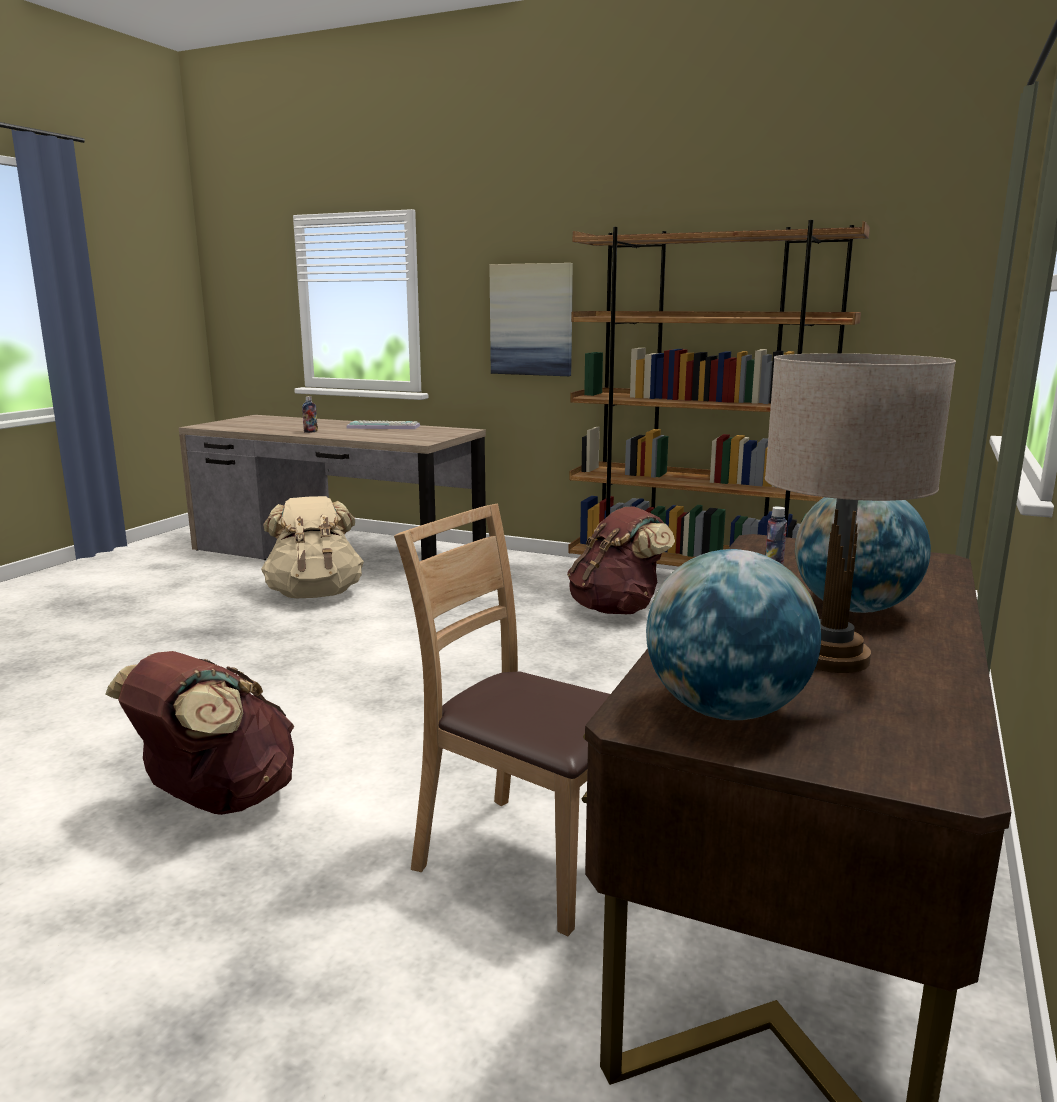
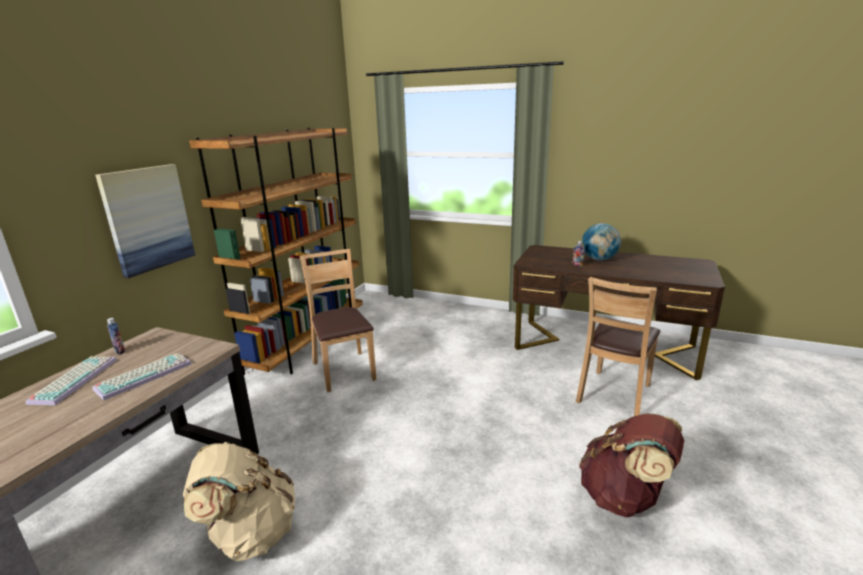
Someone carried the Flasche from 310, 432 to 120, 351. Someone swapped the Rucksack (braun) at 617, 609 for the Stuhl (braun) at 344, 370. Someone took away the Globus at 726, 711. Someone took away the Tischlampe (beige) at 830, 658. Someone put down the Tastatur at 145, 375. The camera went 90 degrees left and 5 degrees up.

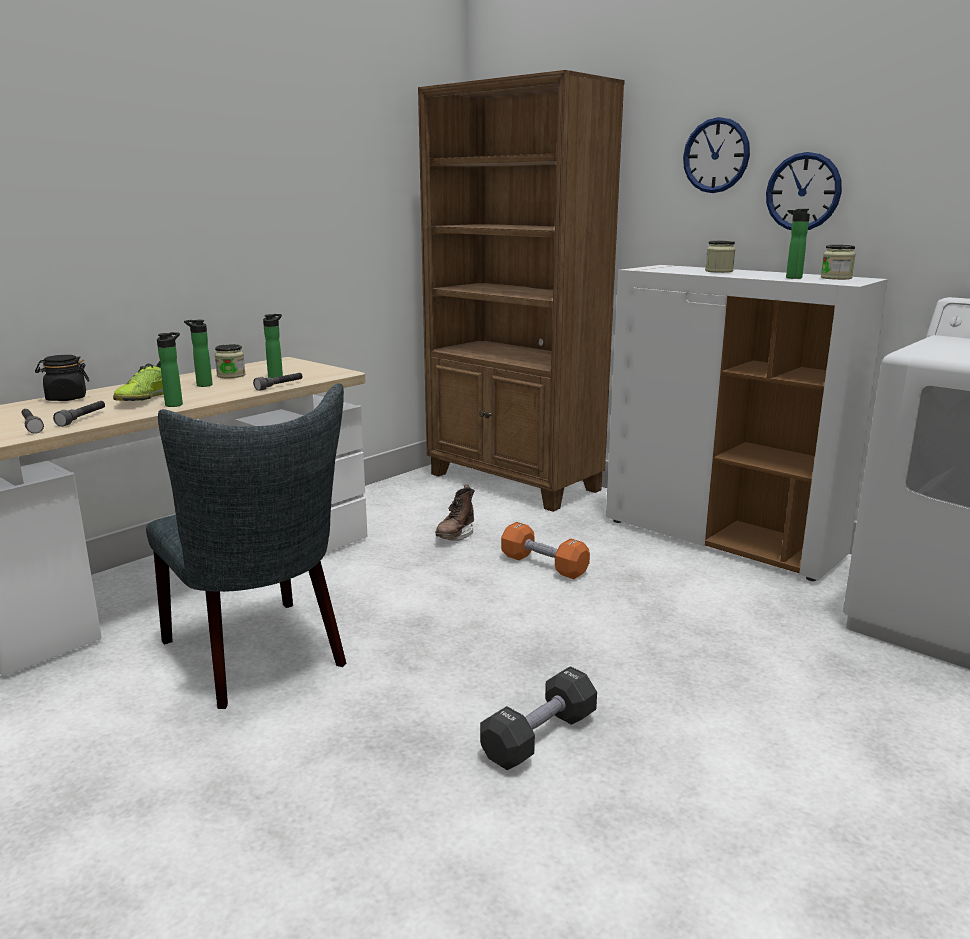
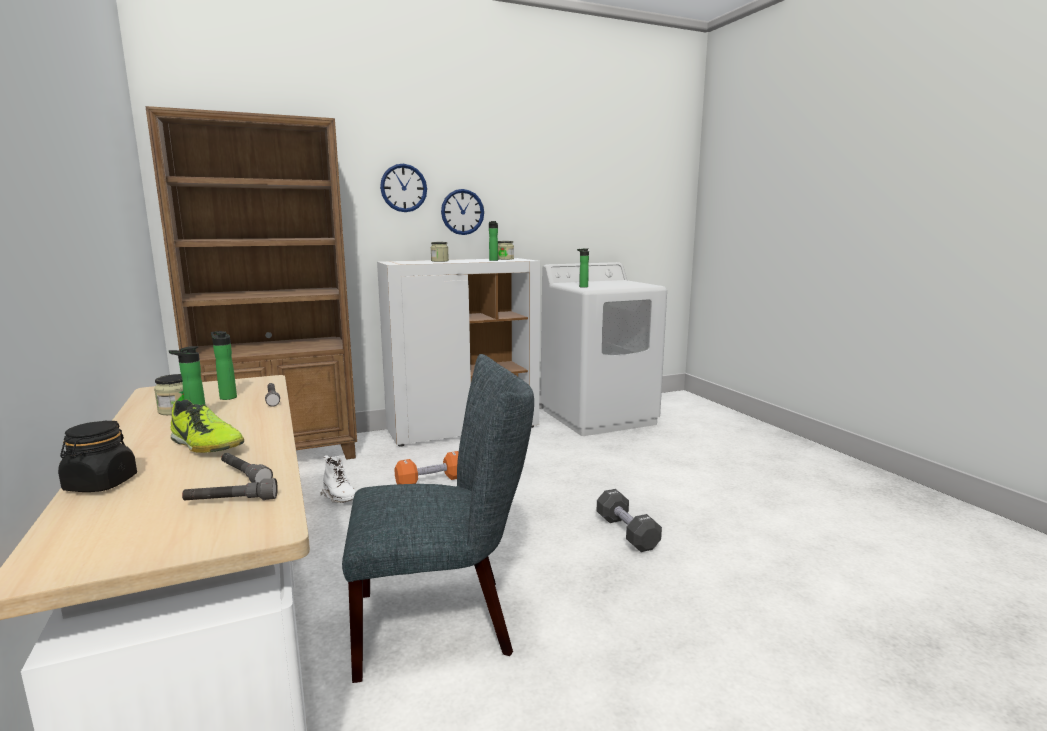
Someone carried the Flasche from 176, 404 to 582, 287. Someone repainted the Stiefel (braun) at 455, 535, which became the Stiefel (weiß) at 340, 498. The camera went 65 degrees left and 5 degrees down.

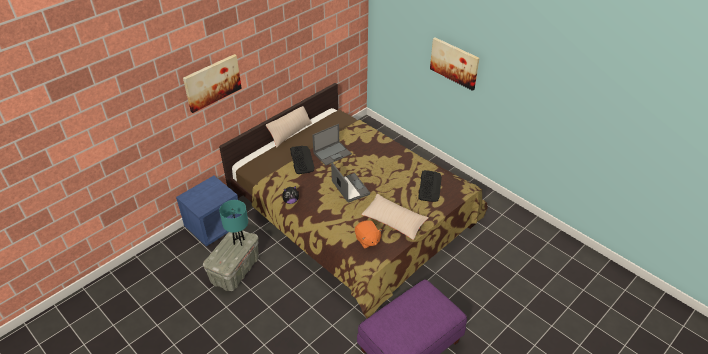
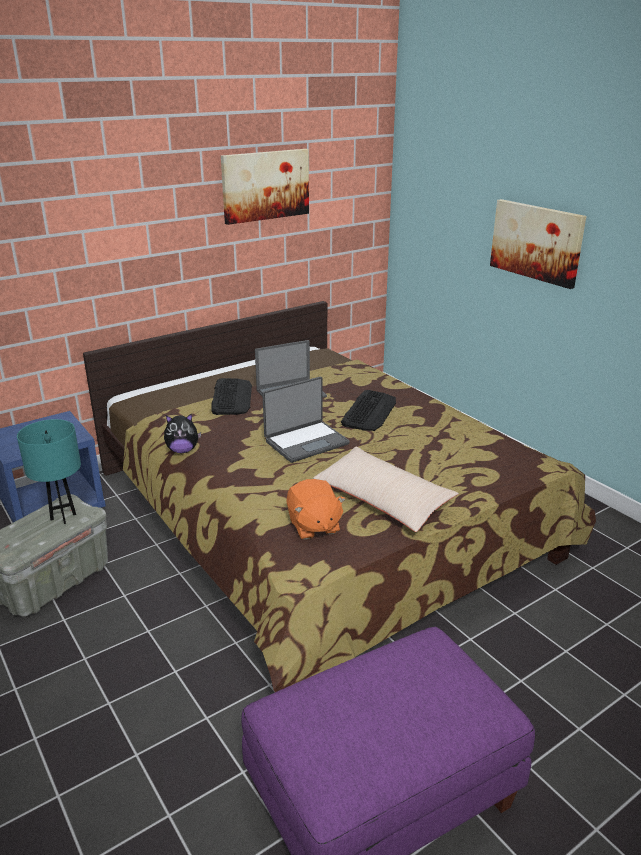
Someone carried the Bild from 212, 82 to 265, 185. Someone took away the Kissen (beige) at 290, 133. Someone rotated the Laptop at 350, 188 by 75 degrees clockwise. Someone carried the Tastatur from 429, 186 to 369, 411. The camera went 10 degrees right and 15 degrees down.

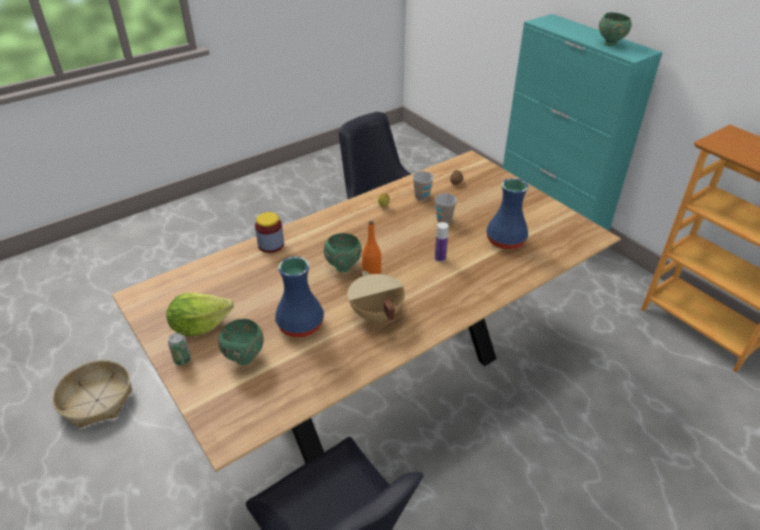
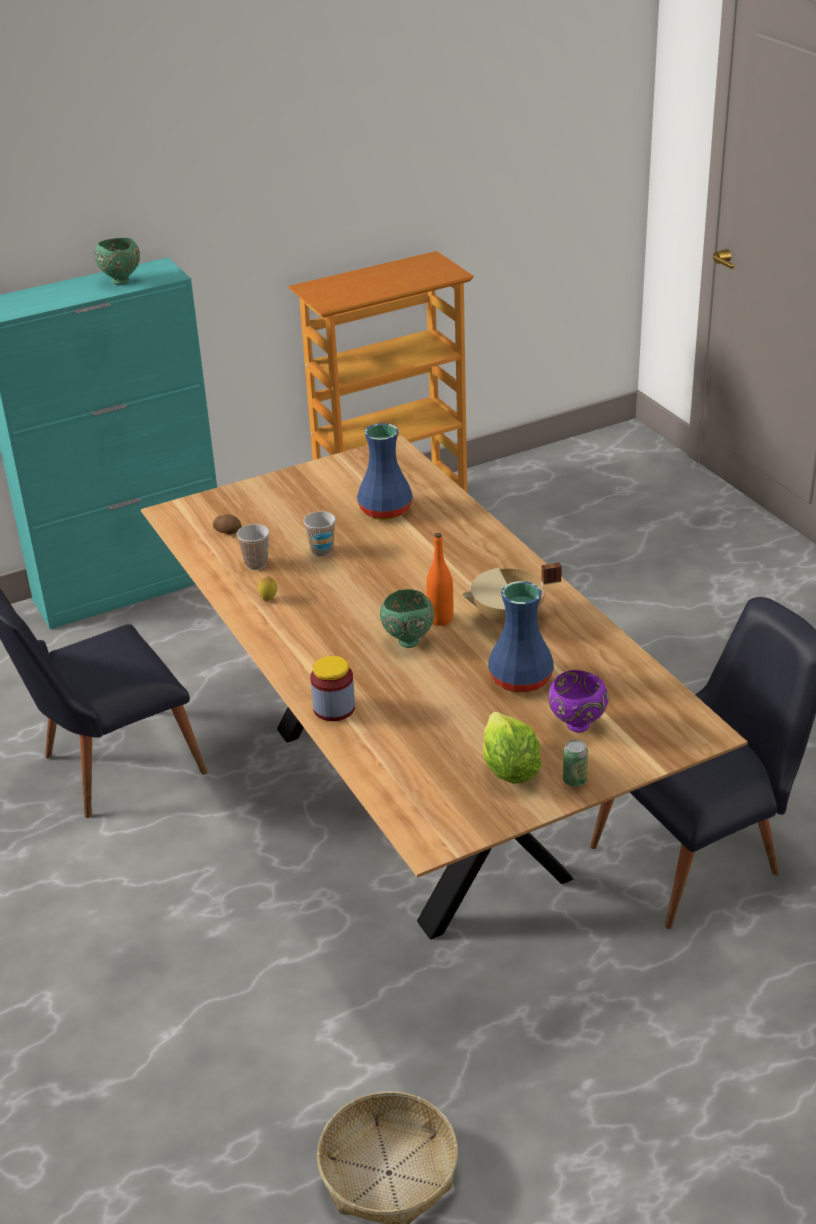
Someone repainted the Schüssel (grün) at 245, 358, which became the Schüssel (lila) at 576, 725. Someone took away the Flasche at 440, 258. The camera went 80 degrees left and 5 degrees down.

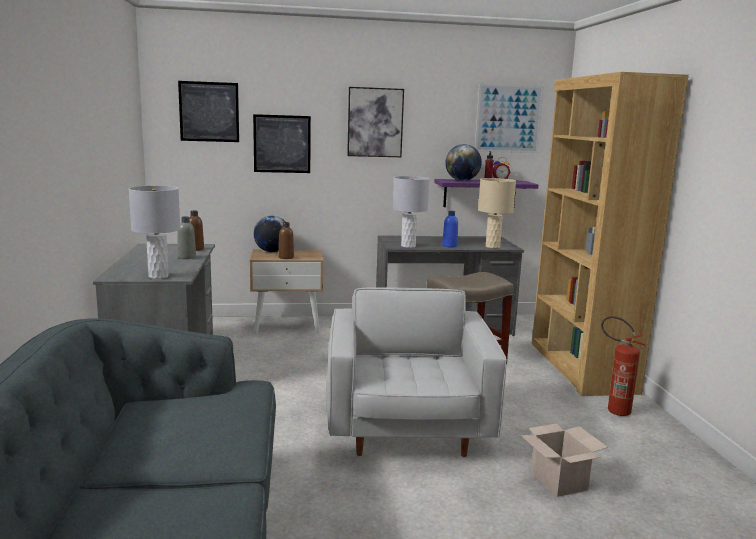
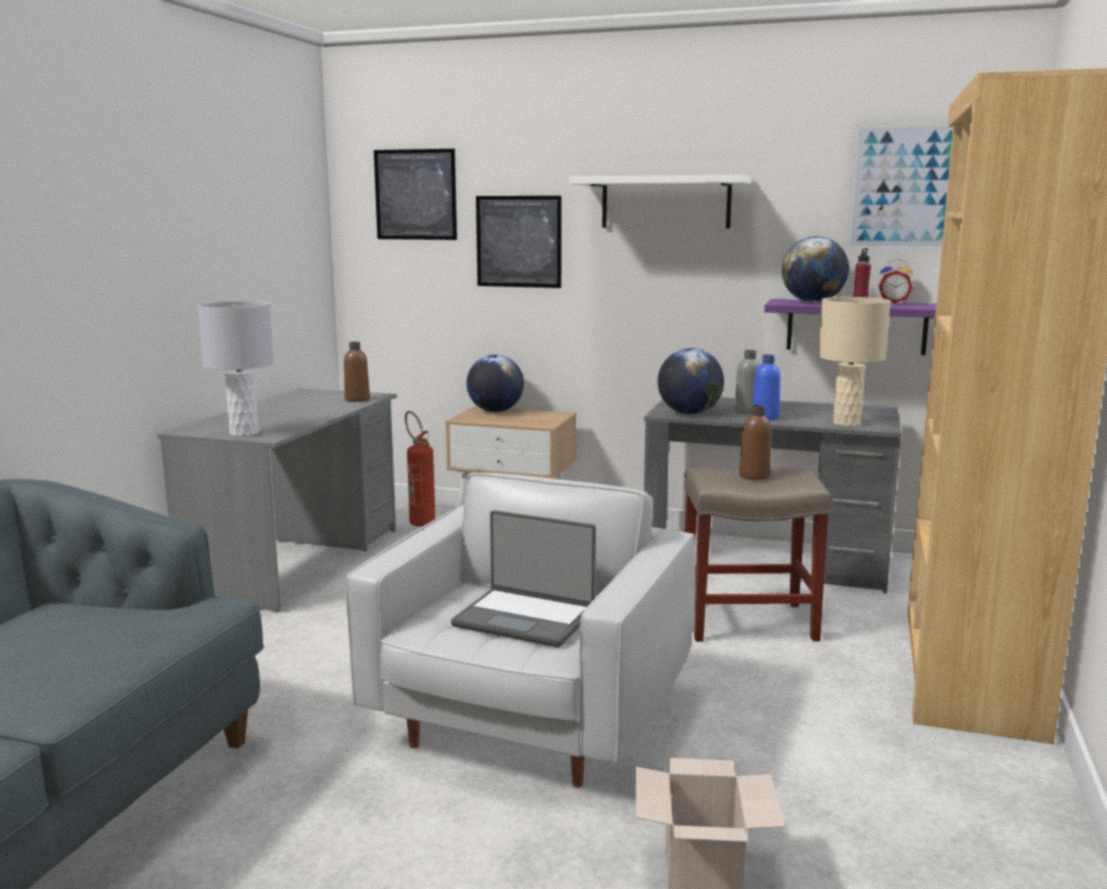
Someone carried the Flasche (grau) from 187, 257 to 747, 411. Someone carried the Flasche (braun) from 286, 257 to 754, 476. Someone swapped the Bild at 375, 122 for the Wandregal (weiß) at 665, 202. Someone swapped the Tischlampe (grau) at 408, 246 for the Globus at 689, 413. Someone carried the Feuerlöscher from 613, 410 to 419, 521. Someone put down the Laptop at 525, 618. The camera went 25 degrees right and 0 degrees up.

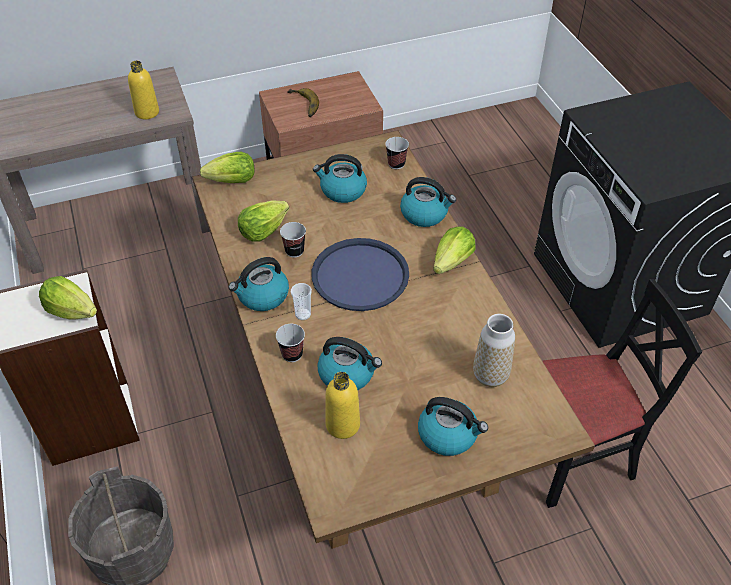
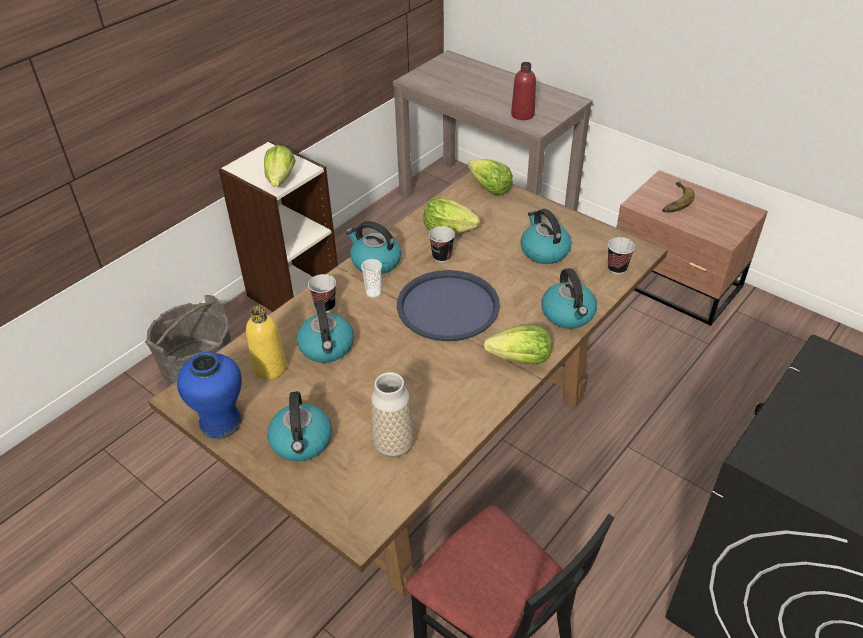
Someone repainted the Flasche (gelb) at 147, 112, which became the Flasche (rot) at 522, 115. Someone put down the Vase (blau) at 221, 422. The camera went 60 degrees right and 5 degrees down.

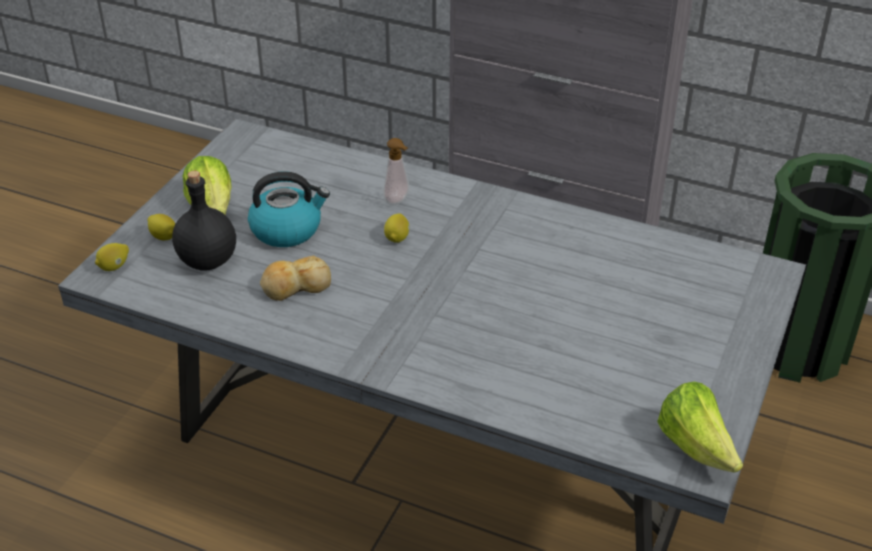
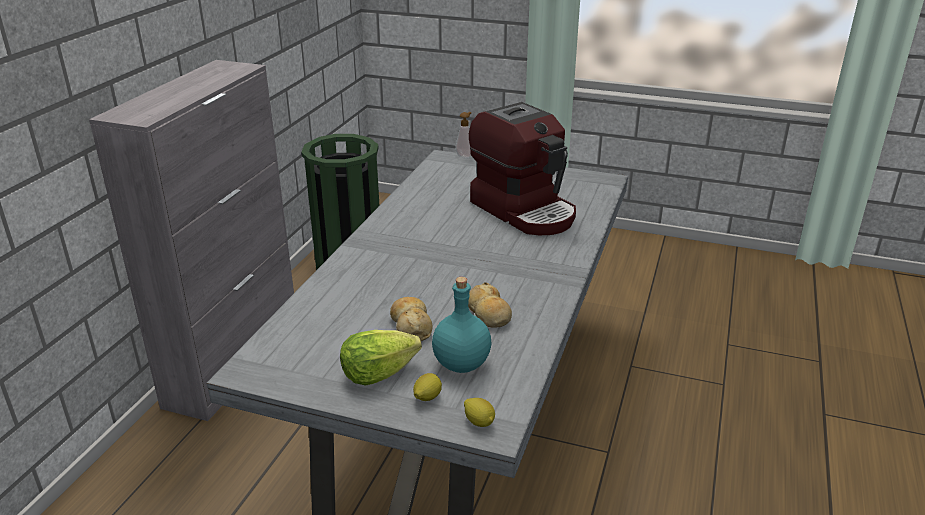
Someone repainted the Flasche (schwarz) at 207, 260, which became the Flasche (türkis) at 460, 364. Someone swapped the Wasserkessel at 287, 229 for the Brot at 411, 326. Someone carried the Seifenspender from 398, 201 to 465, 156. Someone took away the Zitrone at 397, 237. Someone took away the Salatkopf at 696, 447. Someone put down the Kaffeemaschine at 525, 210. The camera went 95 degrees left and 10 degrees down.

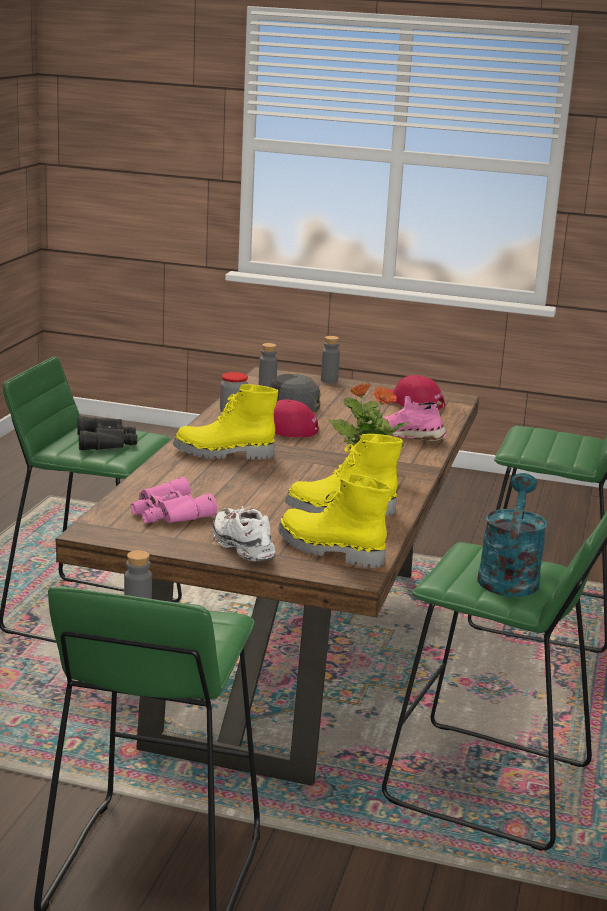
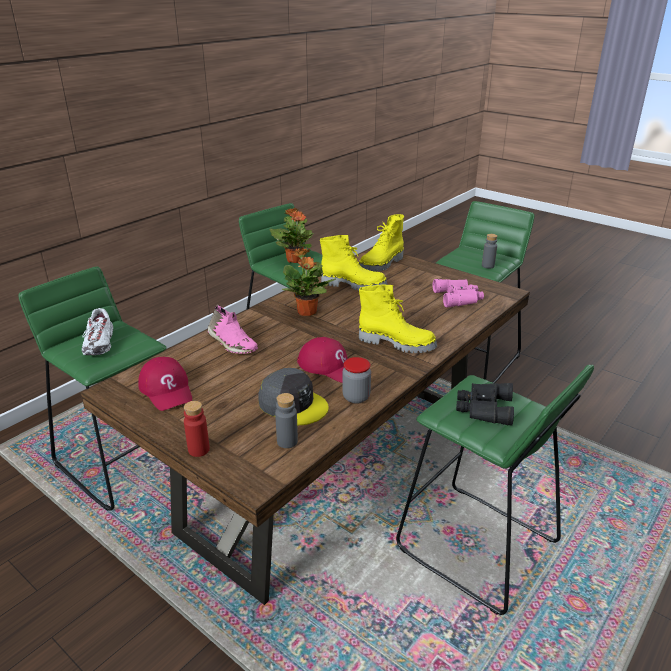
Someone carried the Schuh (weiß) from 242, 546 to 100, 344. Someone rotated the Stiefel (gelb) at 329, 551 by 75 degrees clockwise. Someone repainted the Flasche (grau) at 329, 380, which became the Flasche (rot) at 199, 450. Someone swapped the Gießkanne (türkis) at 509, 576 for the Topfpflanze at 294, 260. The camera went 155 degrees left and 10 degrees up.

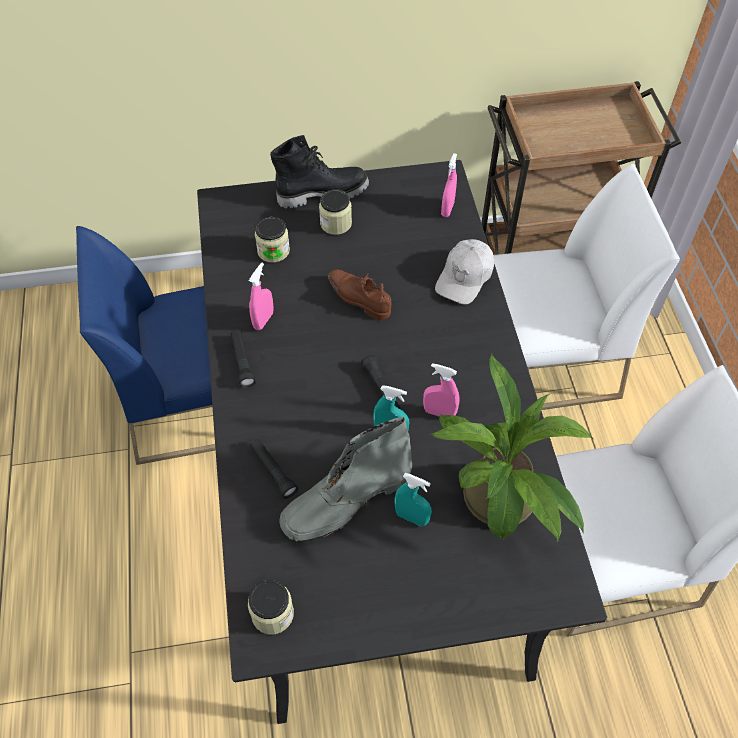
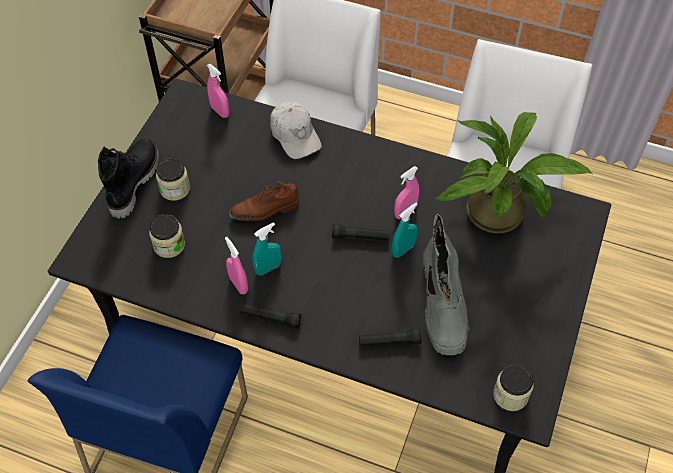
Someone carried the Sprühflasche (türkis) from 411, 517 to 268, 268. The camera went 60 degrees left and 0 degrees up.

